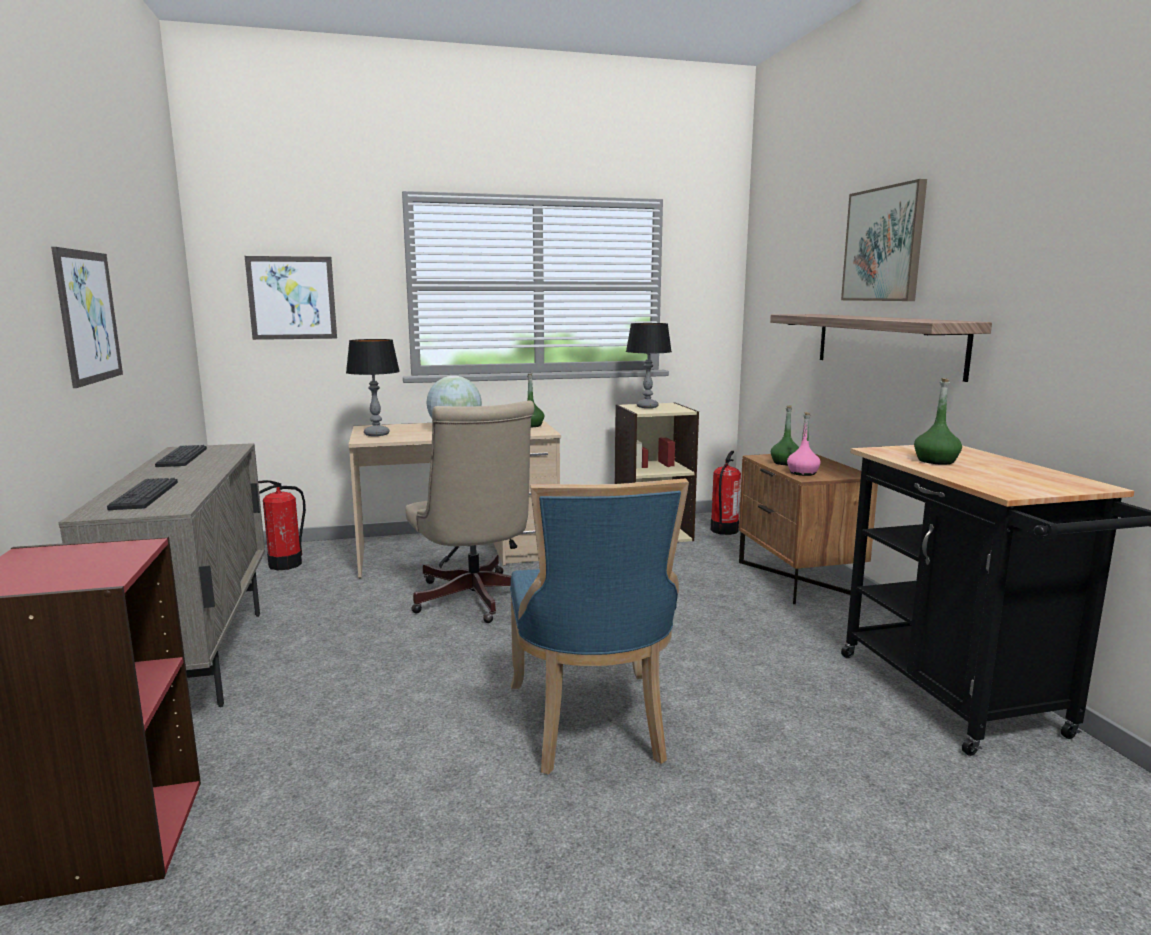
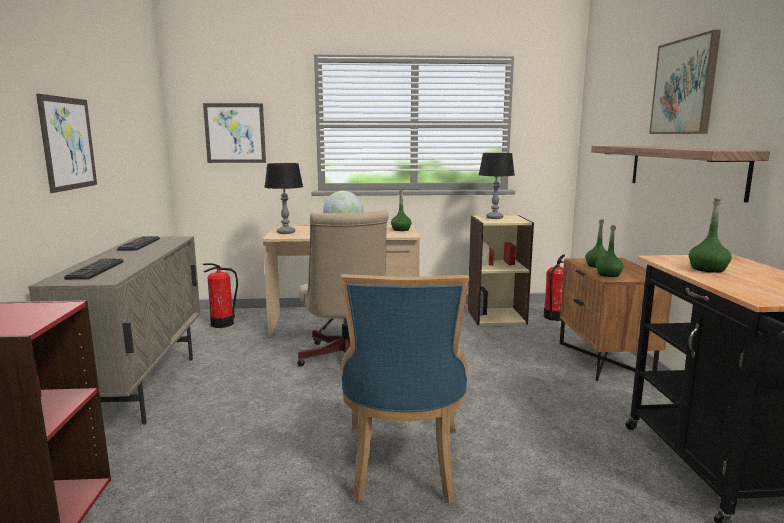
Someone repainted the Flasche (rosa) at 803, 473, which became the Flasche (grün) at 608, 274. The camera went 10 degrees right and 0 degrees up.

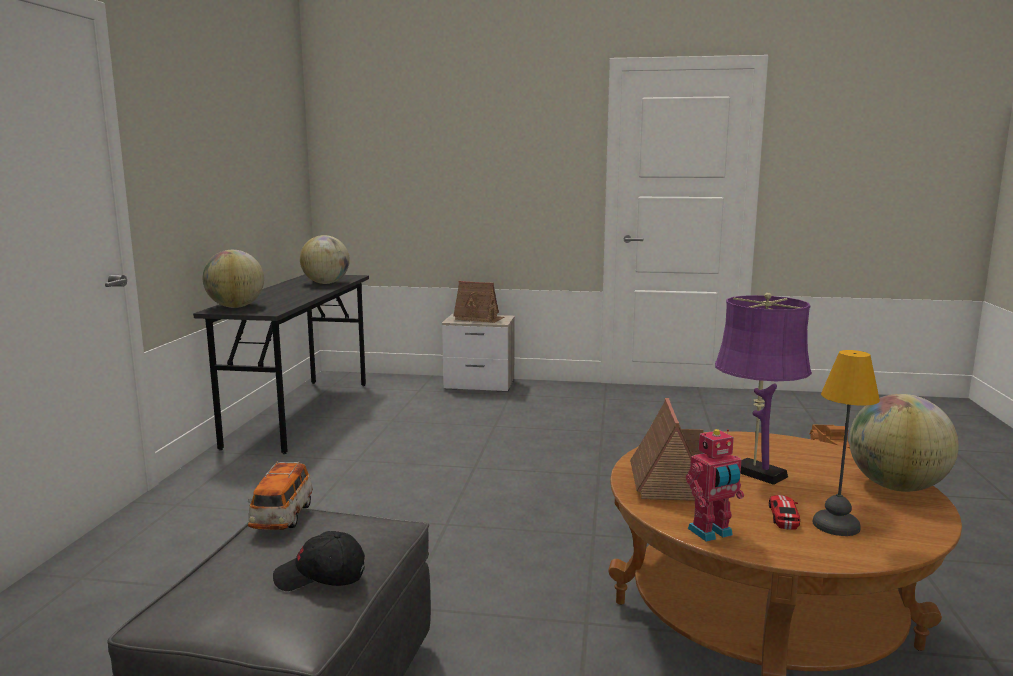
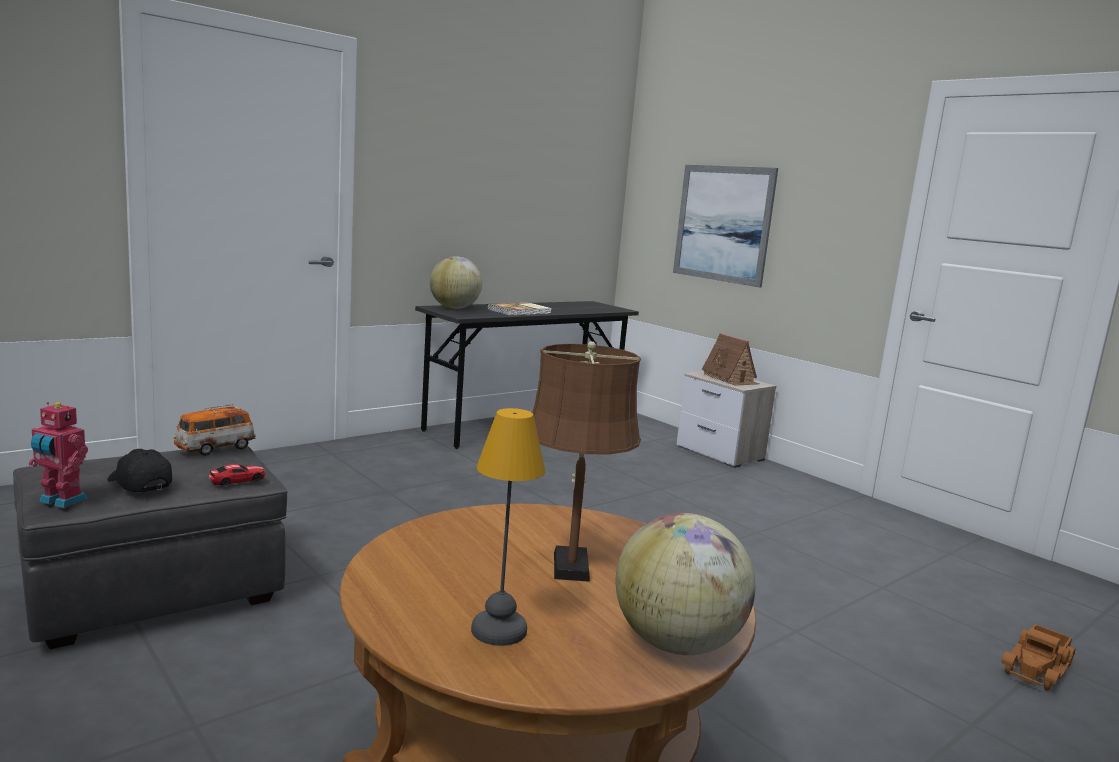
Someone took away the Globus at 326, 283. Someone took away the Spielzeughaus at 667, 482. Someone carried the Spielzeugroboter from 712, 533 to 61, 501. Someone repainted the Tischlampe (lila) at 754, 472, which became the Tischlampe (braun) at 571, 563. Someone carried the Spielzeugauto from 783, 516 to 237, 479. Someone put down the Buch at 520, 311. Someone put up the Bild at 723, 223. The camera went 40 degrees right and 0 degrees up.

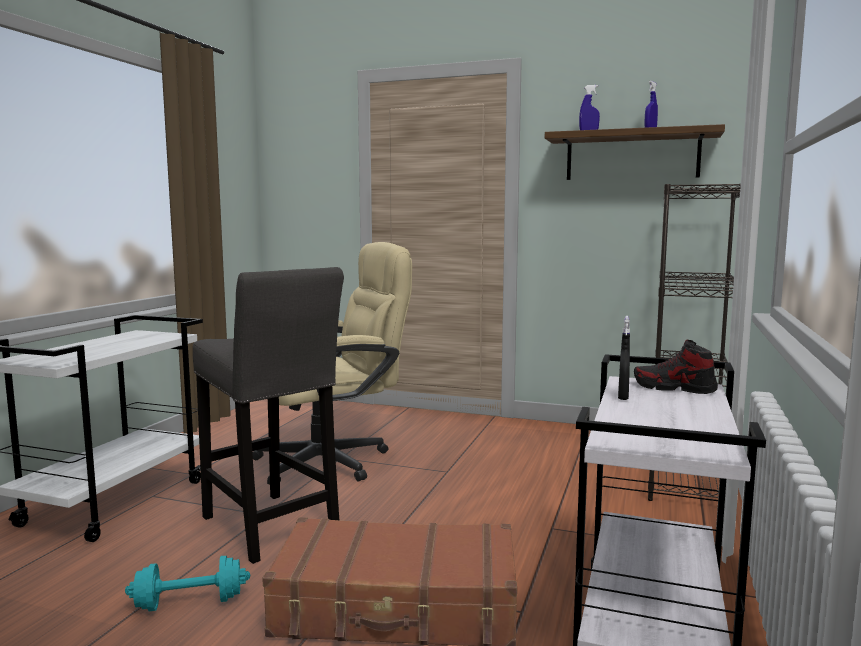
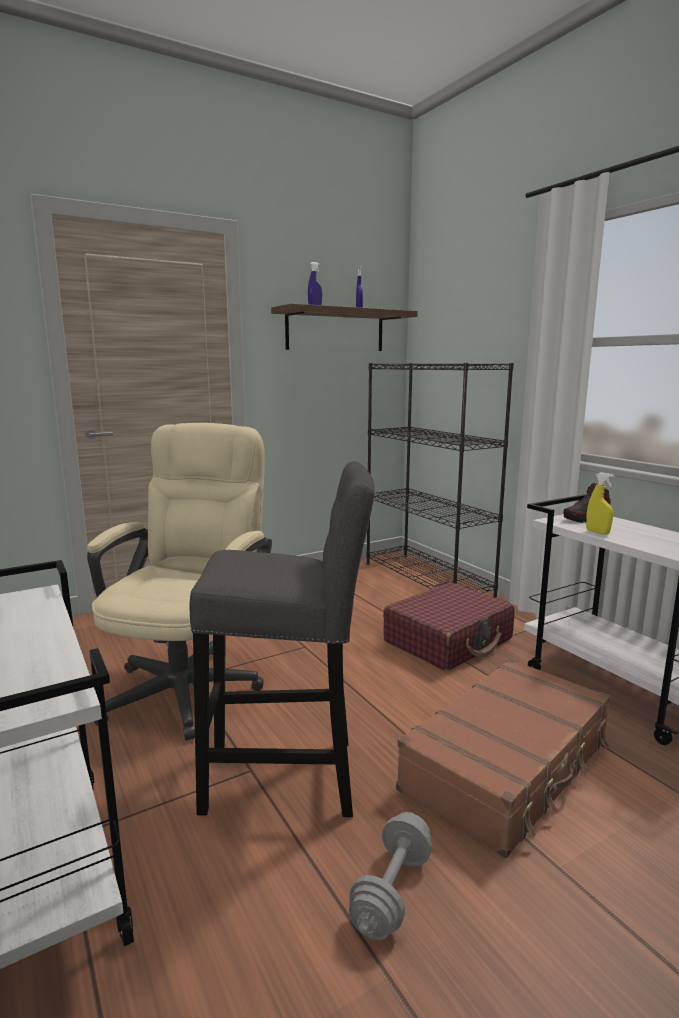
Someone repainted the Hantel (türkis) at 190, 603, which became the Hantel (grau) at 392, 892. Someone repainted the Sprühflasche (schwarz) at 623, 397, which became the Sprühflasche (gelb) at 597, 532. Someone put down the Koffer (rot) at 448, 640. The camera went 50 degrees left and 5 degrees up.

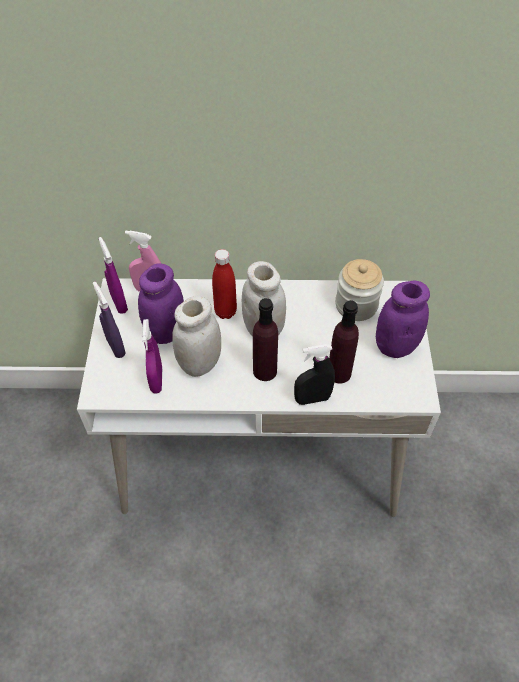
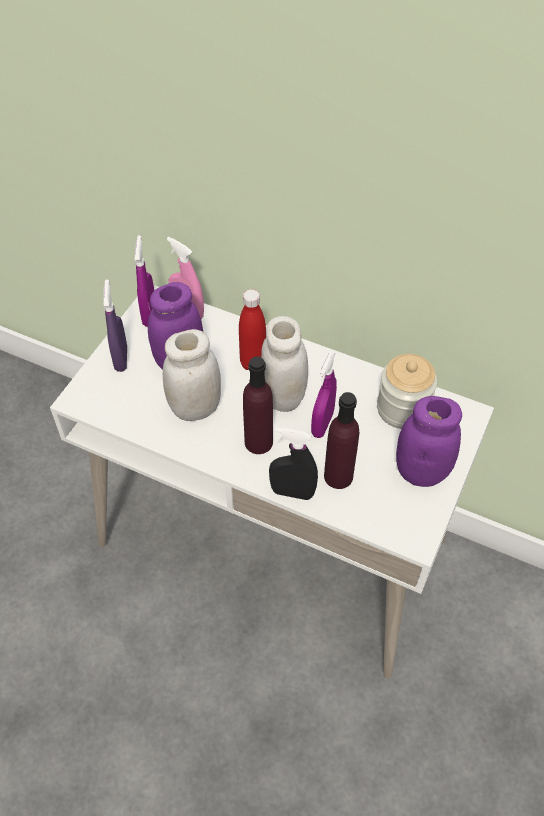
Someone carried the Sprühflasche (lila) from 156, 380 to 322, 424. The camera went 25 degrees right and 0 degrees up.

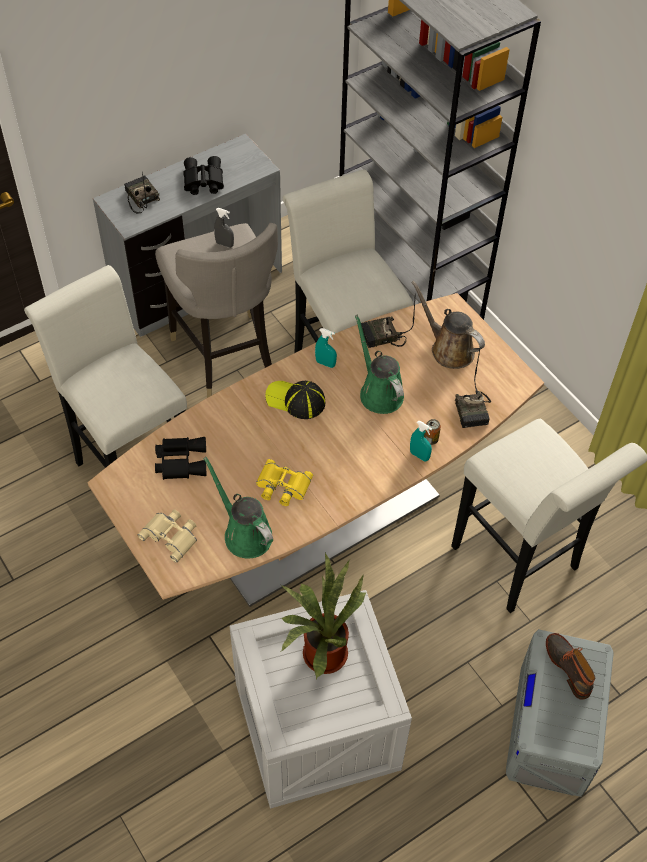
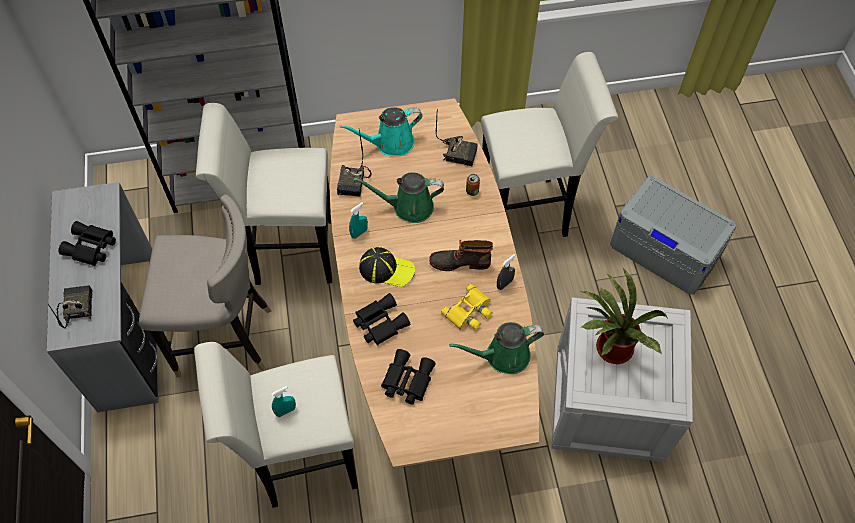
Someone rotated the Radio at 140, 198 by 90 degrees clockwise. Someone took away the Fernglas (beige) at 172, 535. Someone carried the Sprühflasche (grau) from 224, 244 to 504, 284. Someone rotated the Kappe at 295, 400 by 120 degrees counterclockwise. Someone carried the Sprühflasche (türkis) from 419, 455 to 286, 411. Someone repainted the Gießkanne (braun) at 449, 349, which became the Gießkanne (türkis) at 390, 143. Someone carried the Stiefel from 569, 667 to 460, 261. Someone put down the Fernglas (schwarz) at 379, 322. The camera went 65 degrees left and 5 degrees up.

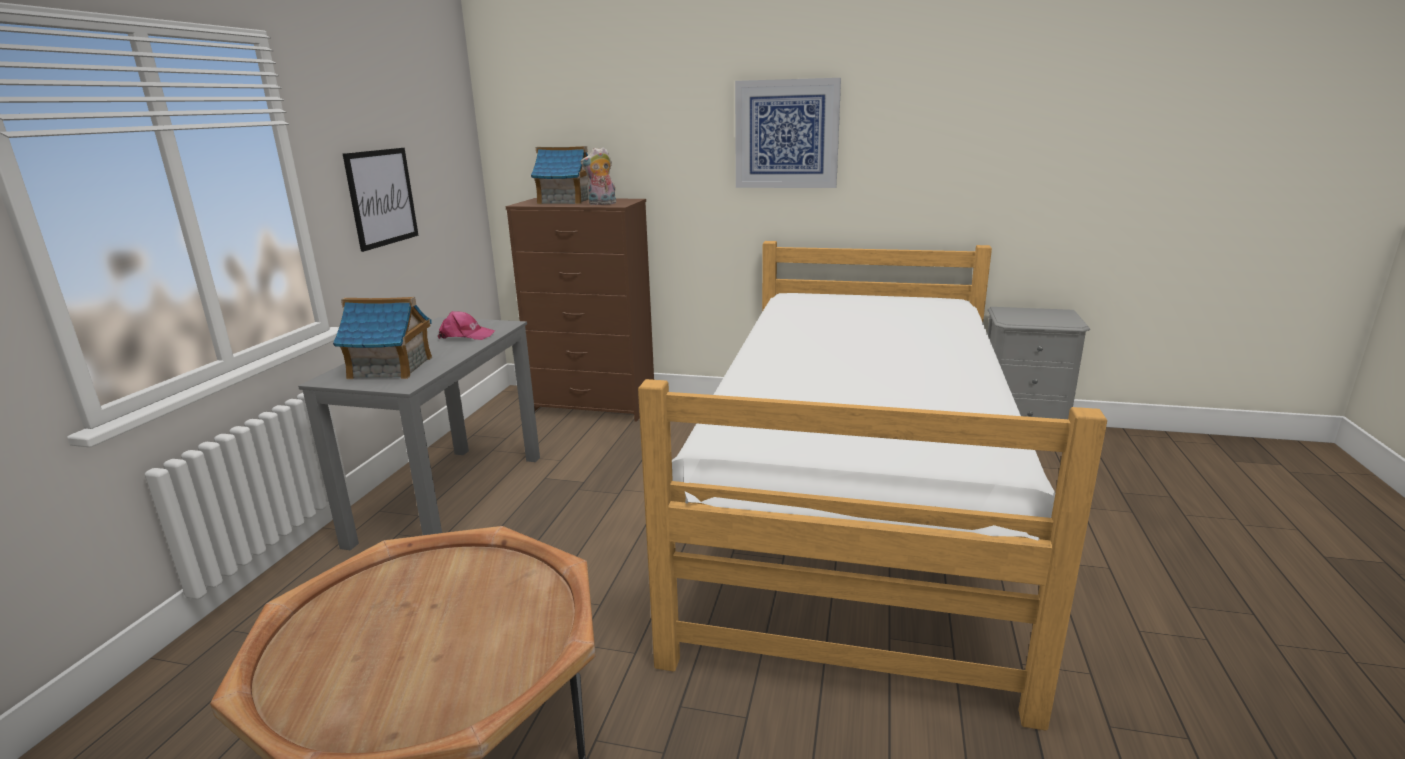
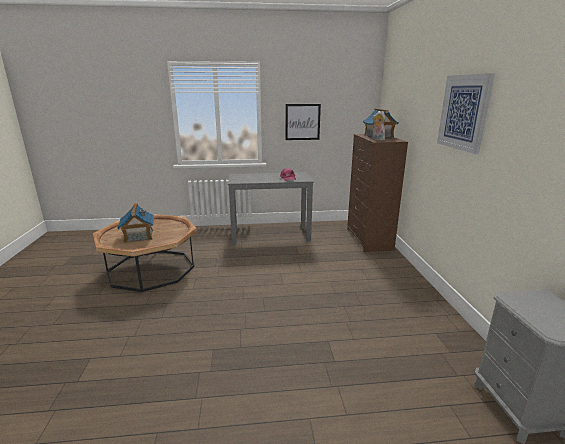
Someone carried the Spielzeughaus from 391, 368 to 138, 236. Someone took away the Bett at 856, 509. The camera went 70 degrees right and 0 degrees up.

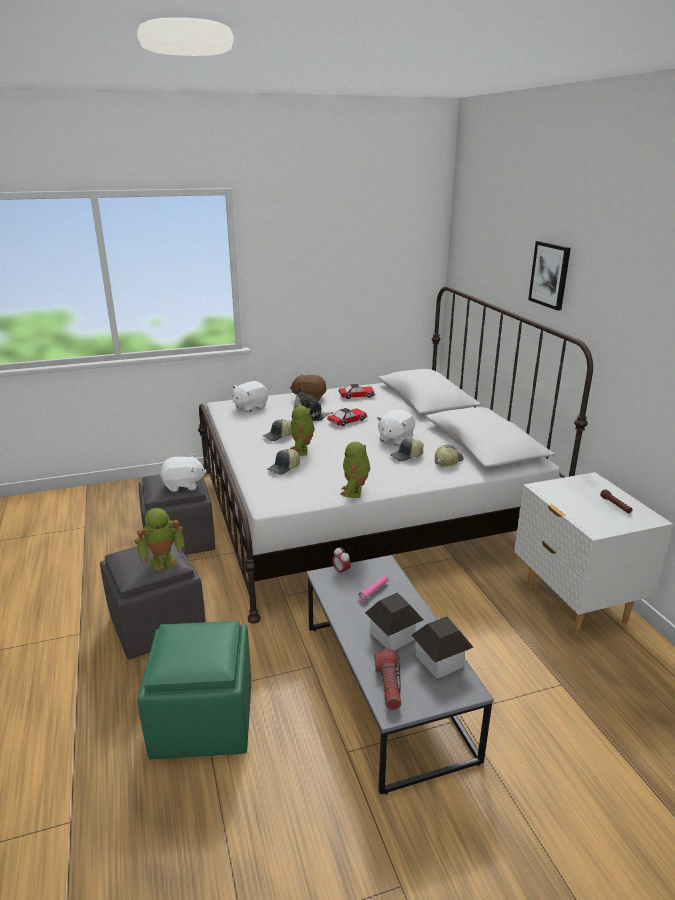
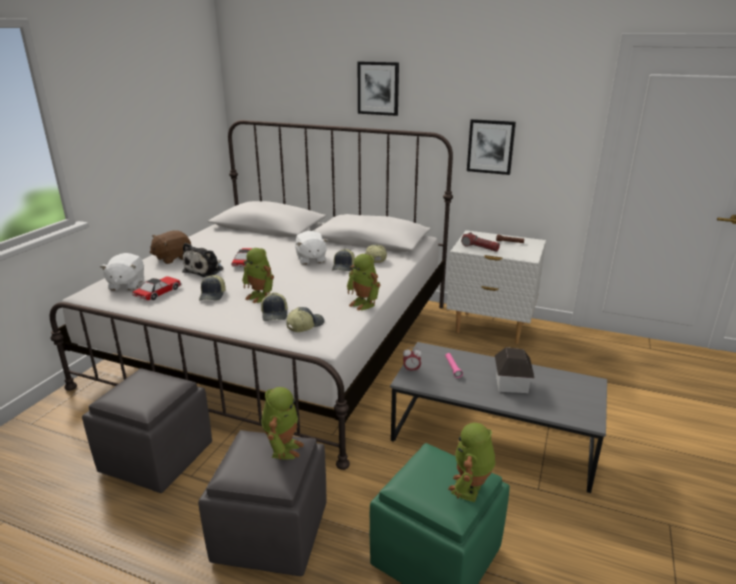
Someone took away the Plüschtier (weiß) at 183, 485. Someone carried the Spielzeugauto from 357, 395 to 158, 293. Someone carried the Taschenlampe from 389, 685 to 479, 247. Someone took away the Spielzeughaus at 440, 661. Someone put down the Kappe at 305, 325. Someone put down the Spielzeugroboter at 470, 489. Someone put up the Bild at 490, 146. The camera went 50 degrees left and 0 degrees up.

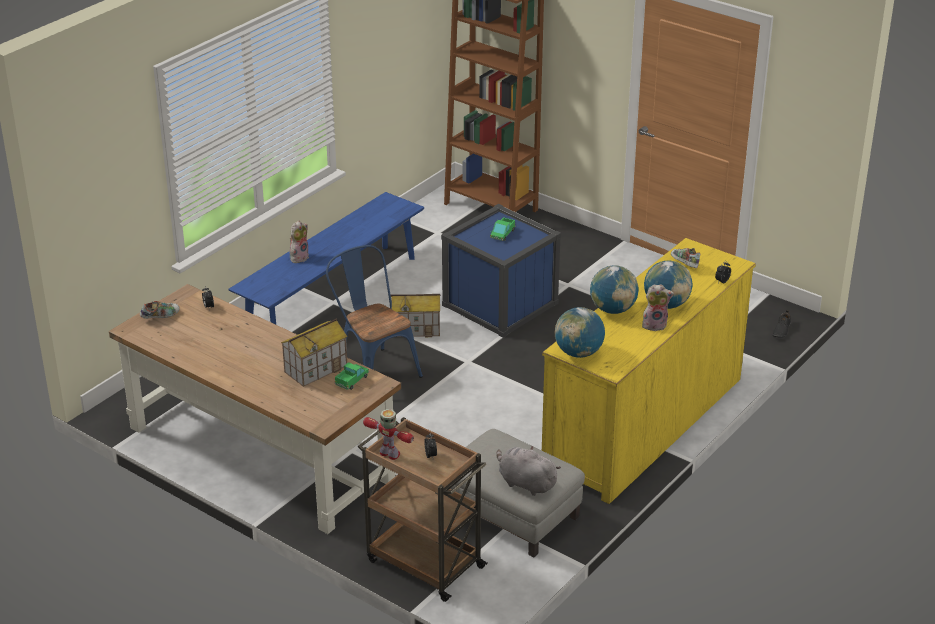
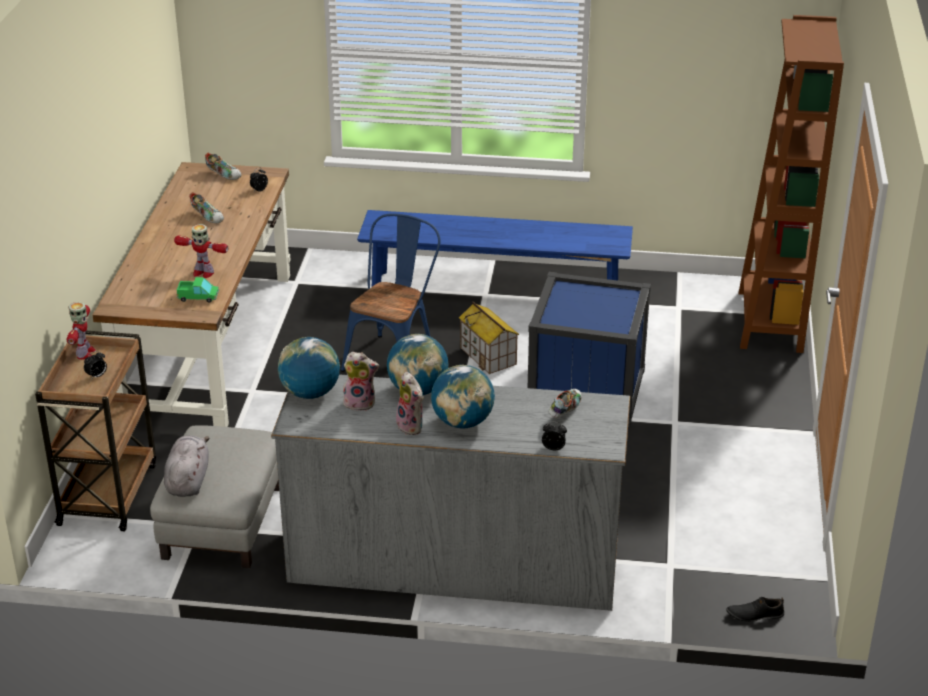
Someone swapped the Spielzeughaus at 316, 368 for the Spielzeugroboter at 203, 273. Someone carried the Plüschtier from 299, 257 to 360, 403. Someone took away the Spielzeuglaster at 502, 234. Someone repainted the Kommode (gelb) at 644, 424, which became the Kommode (grau) at 454, 562. Someone put down the Schuh at 208, 217. The camera went 60 degrees right and 0 degrees up.

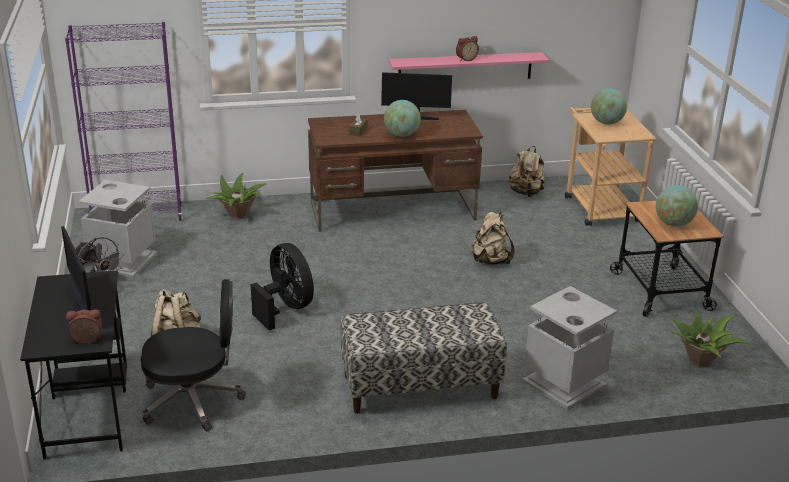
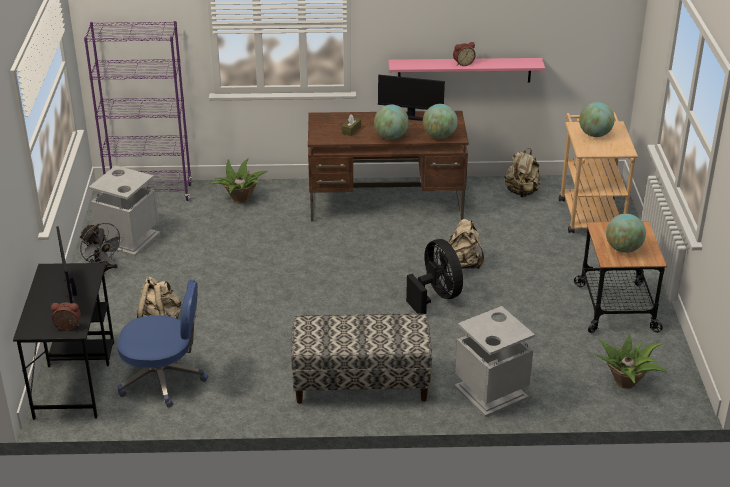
Someone repainted the Bürostuhl (schwarz) at 193, 400, which became the Bürostuhl (blau) at 163, 379. Someone carried the Ventilator (schwarz) from 285, 308 to 436, 297. Someone put down the Globus at 439, 136. The camera went 10 degrees right and 5 degrees up.

